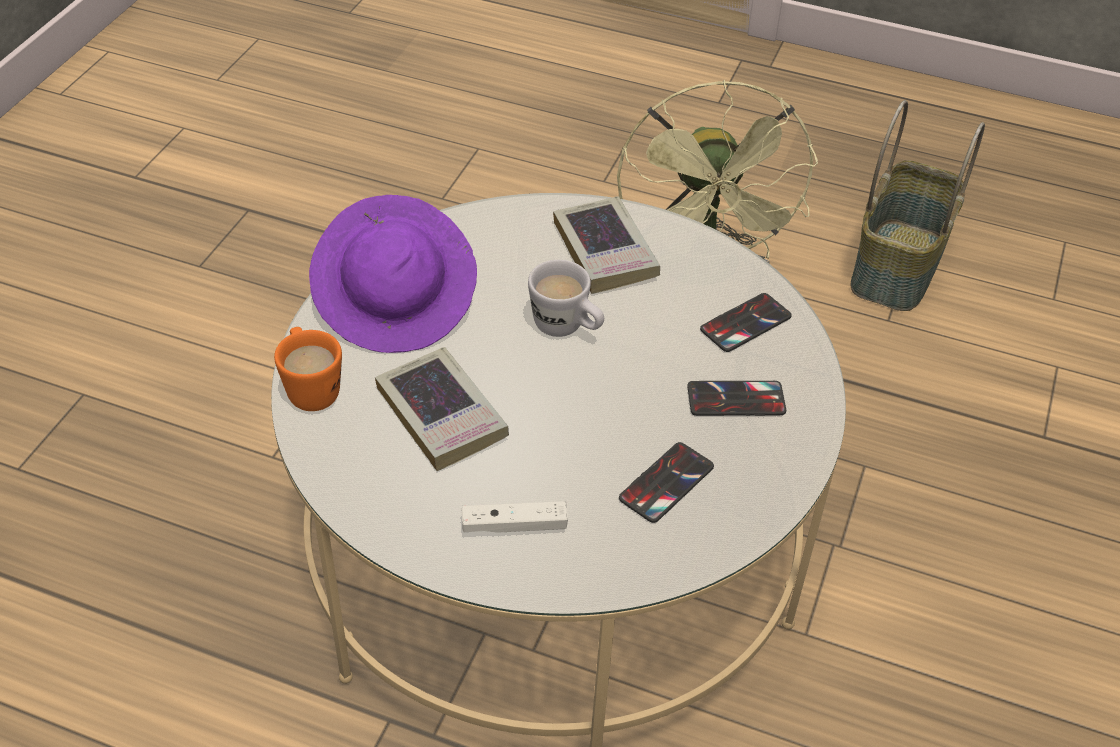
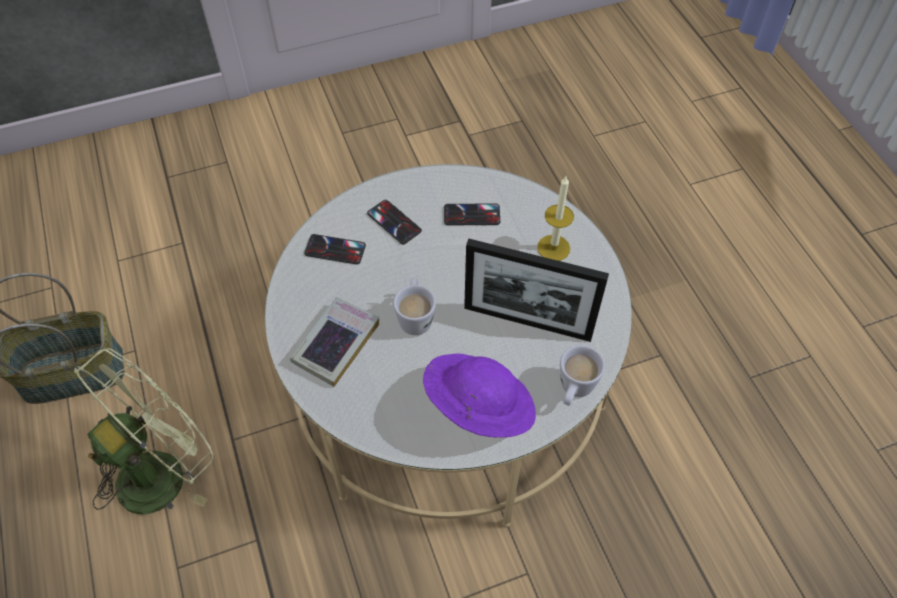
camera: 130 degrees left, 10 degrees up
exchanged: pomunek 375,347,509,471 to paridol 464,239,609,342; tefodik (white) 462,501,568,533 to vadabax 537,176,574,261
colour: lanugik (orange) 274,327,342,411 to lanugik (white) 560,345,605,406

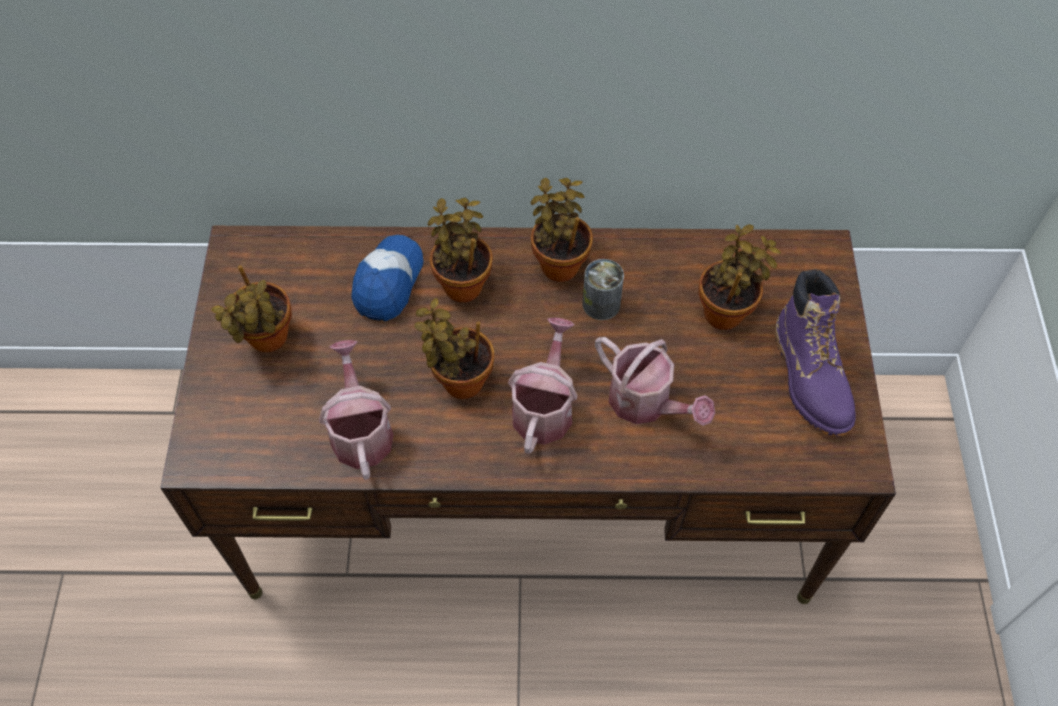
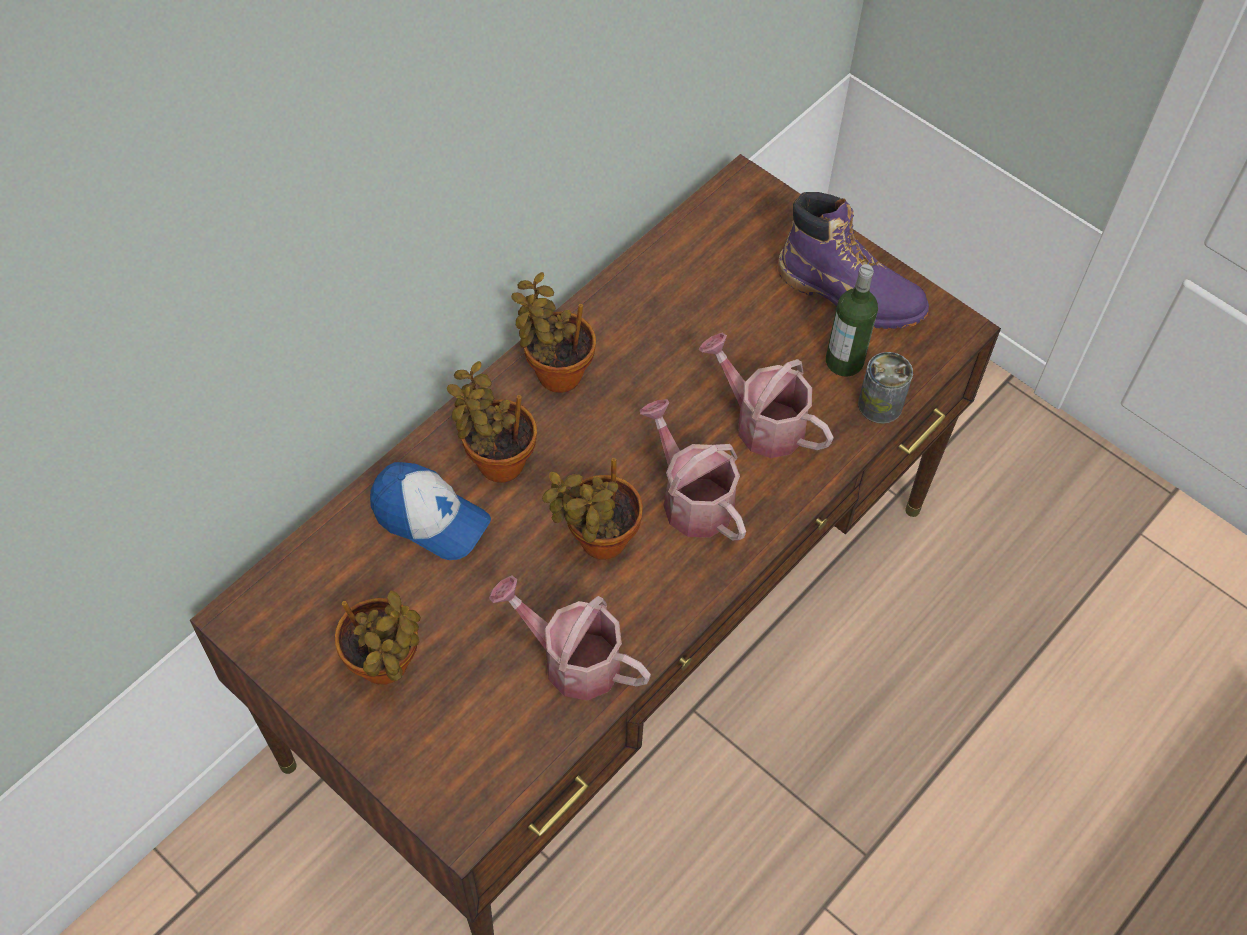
camera: 50 degrees left, 0 degrees up
missing: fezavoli 699,225,781,330
appeared: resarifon 826,264,878,377
relocated: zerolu 582,259,624,320 to 858,352,913,424
spun: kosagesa 351,235,423,321 = 370,462,491,560 150 degrees clockwise; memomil 595,337,715,426 = 698,333,834,458 135 degrees counterclockwise

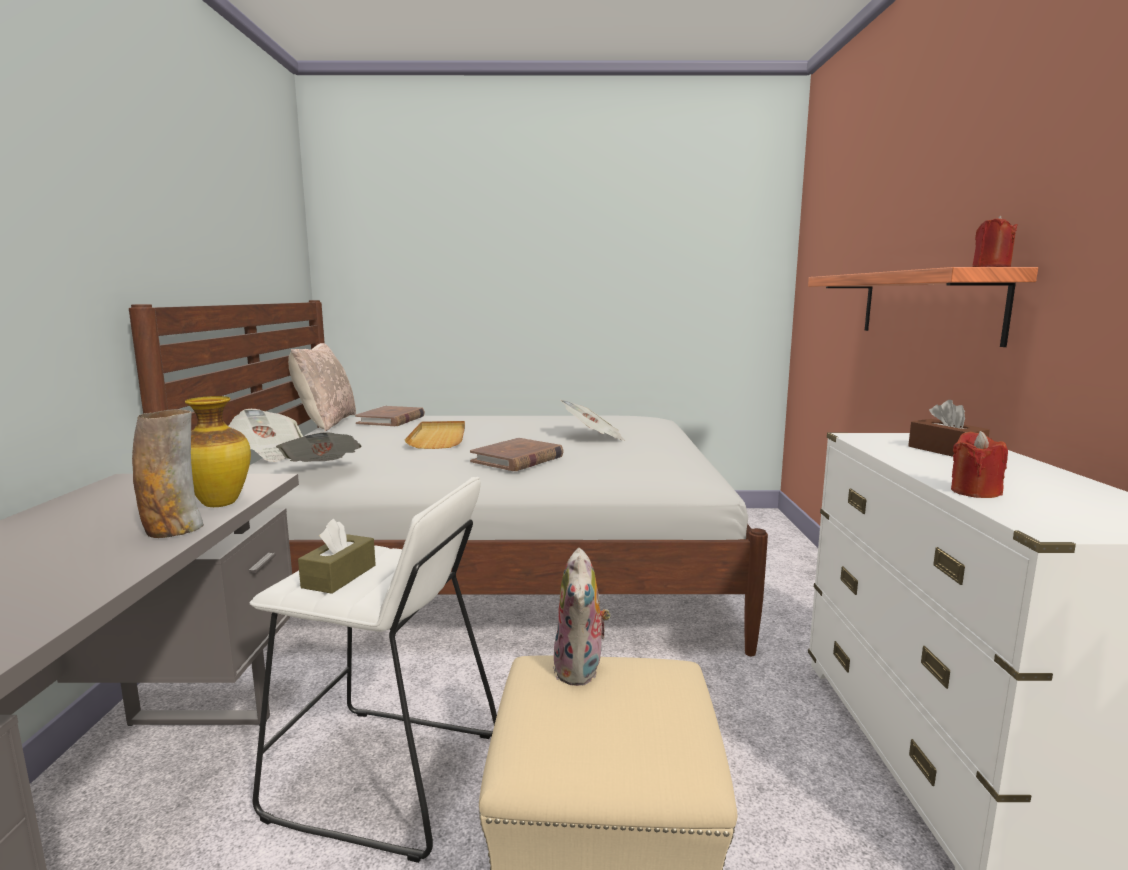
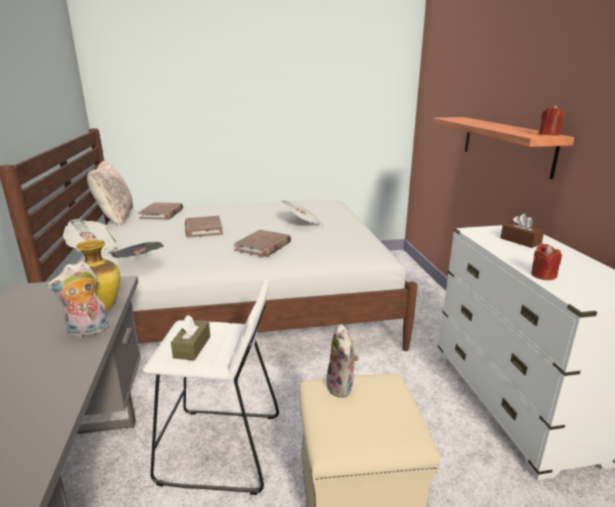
camera: 10 degrees left, 10 degrees up
exchanged: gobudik 132,409,204,538 to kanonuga 47,261,109,338; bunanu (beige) 404,421,465,449 to pomunek (brown) 185,216,223,238

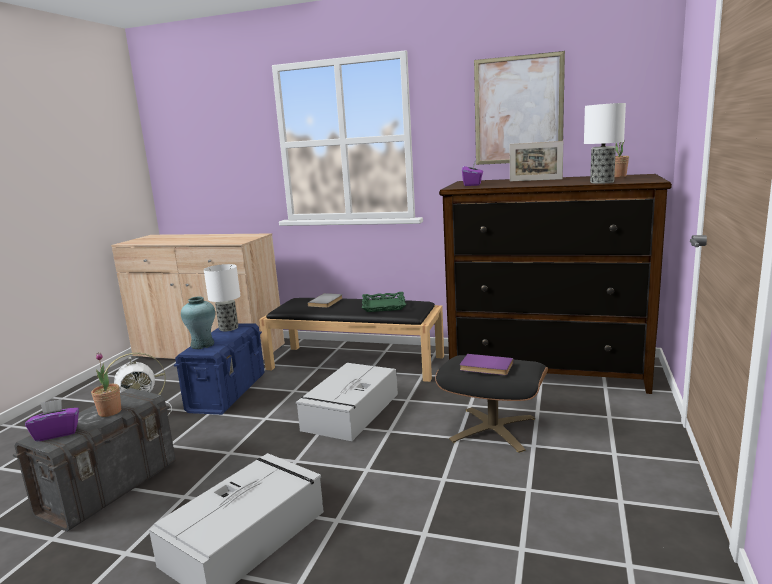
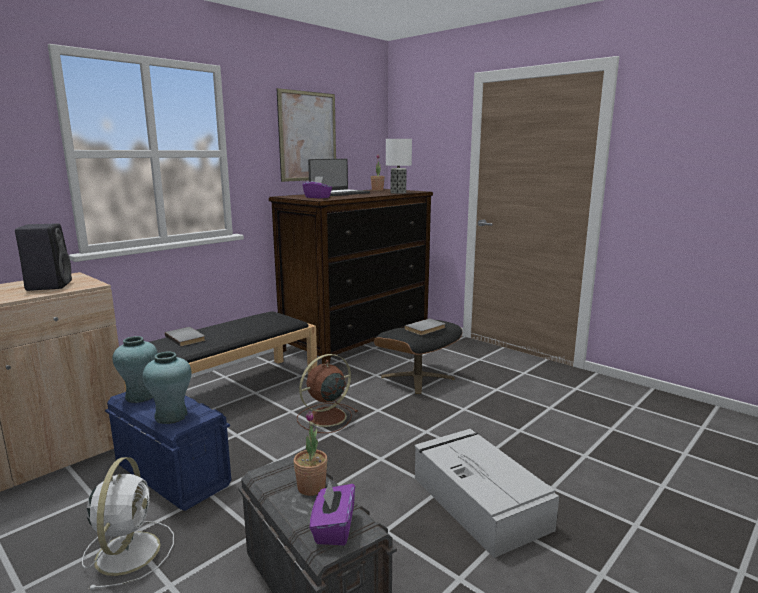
camera: 65 degrees left, 0 degrees up
missing: bunanu (green) 362,292,406,312
appeared: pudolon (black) 15,223,72,291
exchanged: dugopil 204,264,241,331 to gobudik (turquoise) 112,336,158,403; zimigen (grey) 296,363,398,441 to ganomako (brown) 297,354,358,433; paridol 510,141,563,181 to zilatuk 308,159,370,196
colour: pomunek (purple) 460,354,513,375 to pomunek (grey) 404,318,446,335

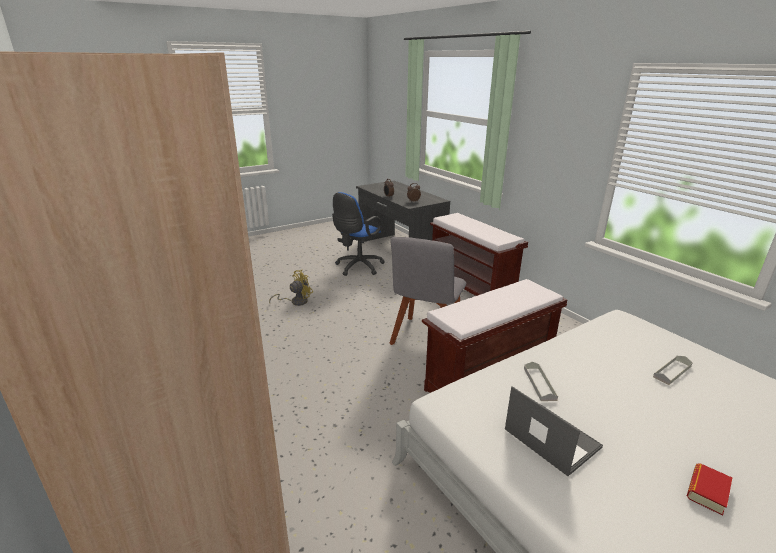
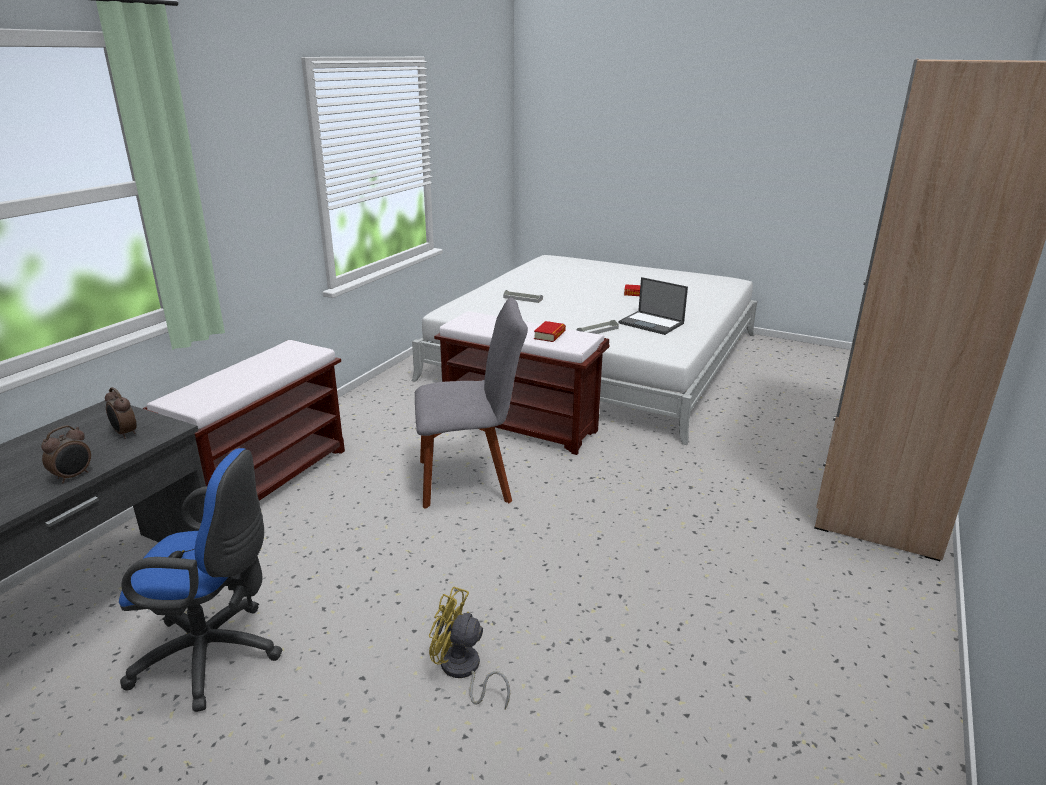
camera: 120 degrees left, 0 degrees up
appeared: pomunek 534,321,566,342
spun: zilatuk 505,386,603,476 = 618,277,688,335 75 degrees counterclockwise

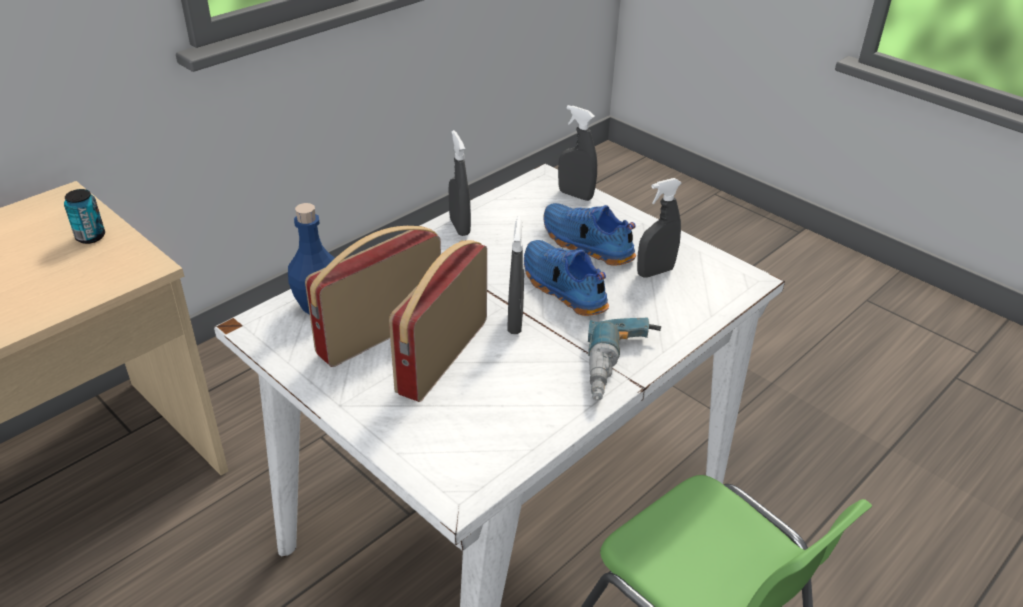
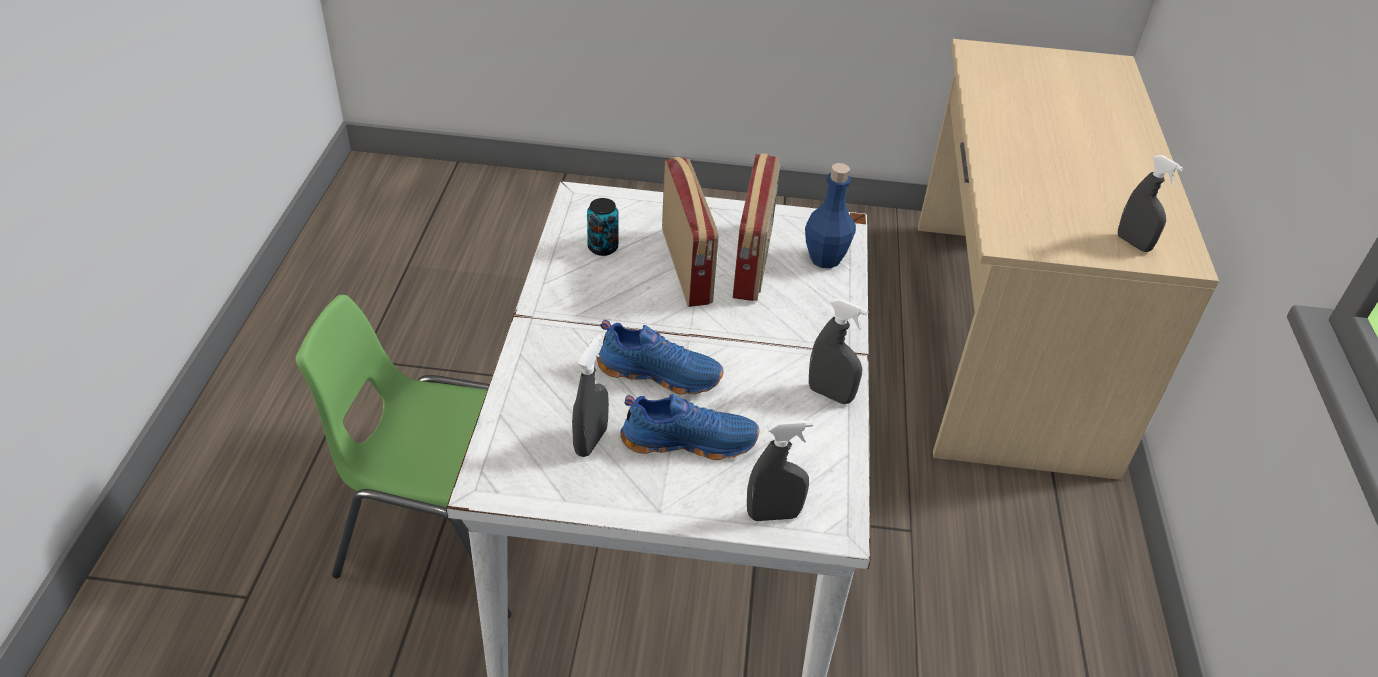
camera: 140 degrees right, 5 degrees up
missing: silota 588,318,661,401
relocated: zerolu 64,189,105,244 to 587,198,619,256; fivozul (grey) 507,216,524,334 to 1118,155,1183,252

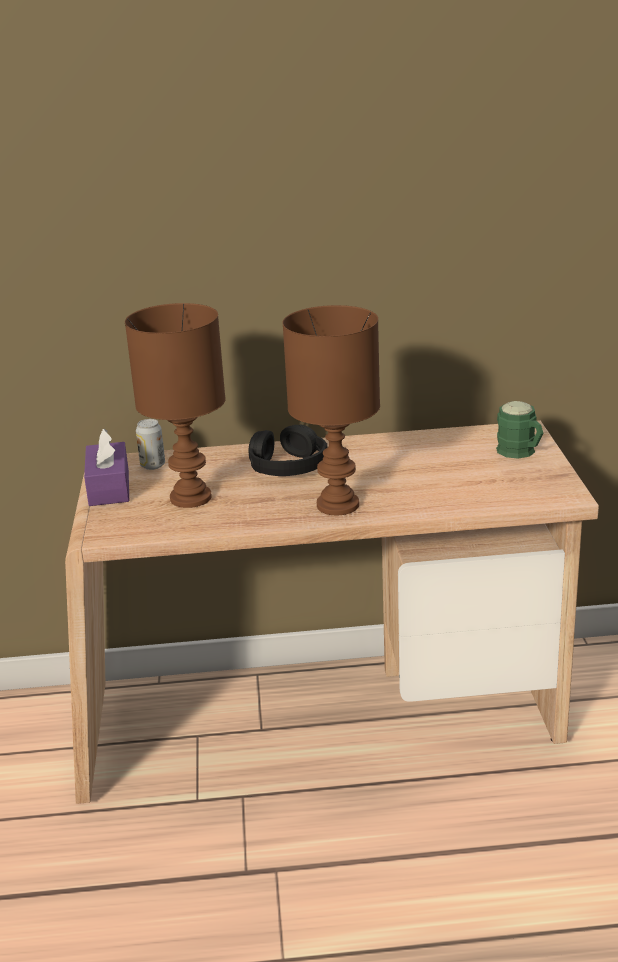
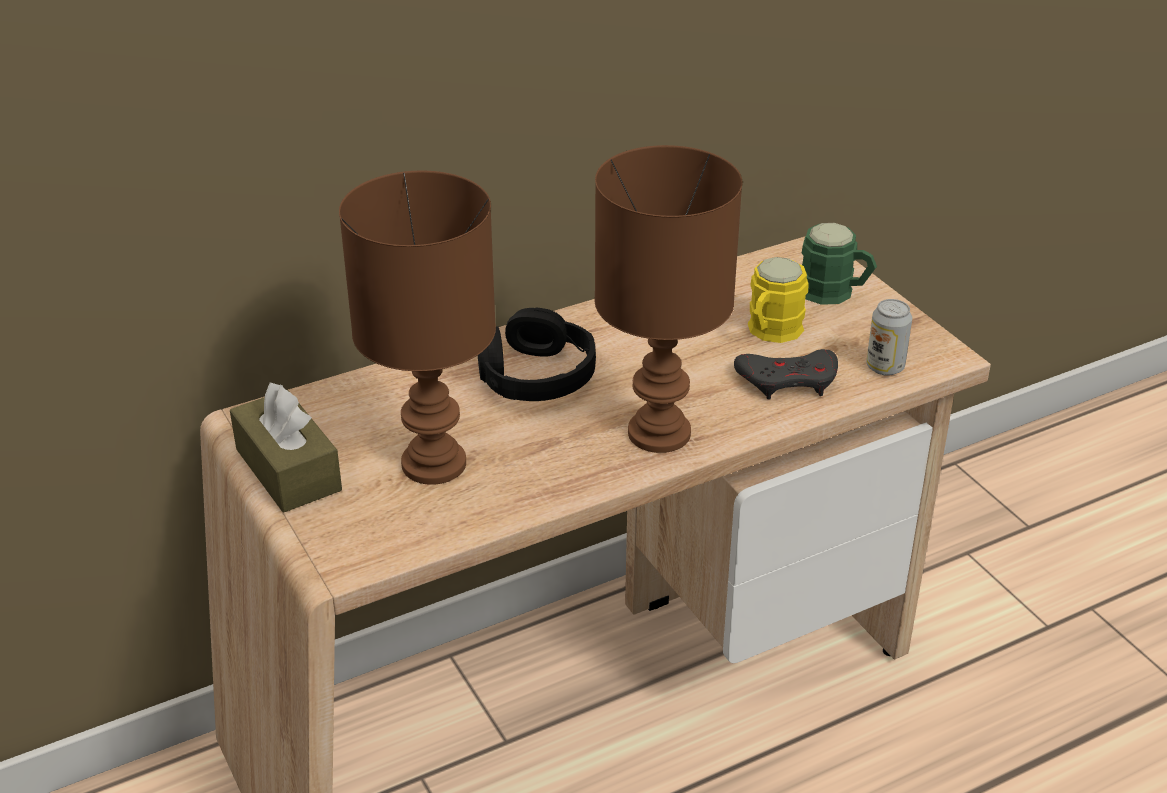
camera: 25 degrees left, 10 degrees up
appeared: tefodik (grey) 734,349,838,399; lanugik (yellow) 748,257,808,343
relocated: zerolu 136,419,165,470 to 866,299,912,376
colour: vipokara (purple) 84,429,129,506 to vipokara (brown) 230,382,342,512

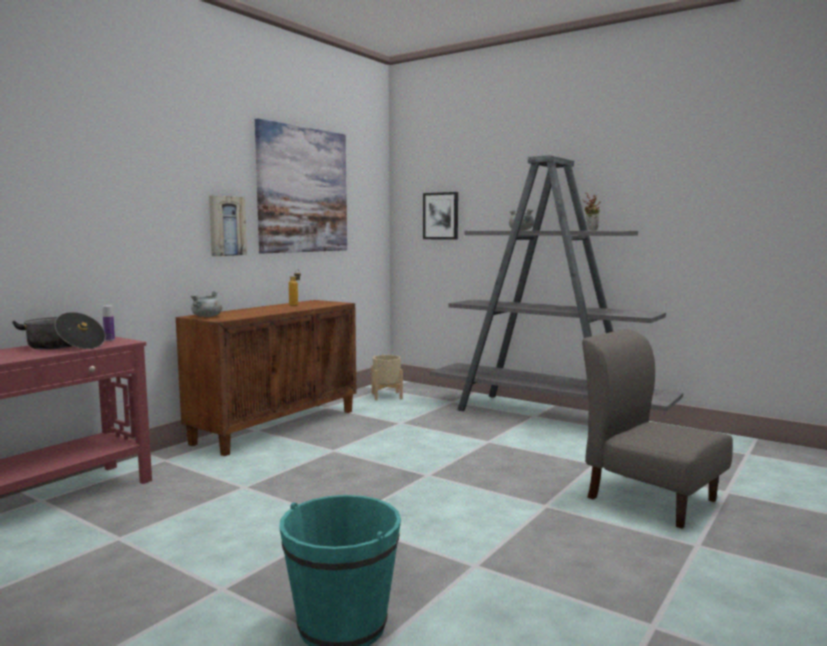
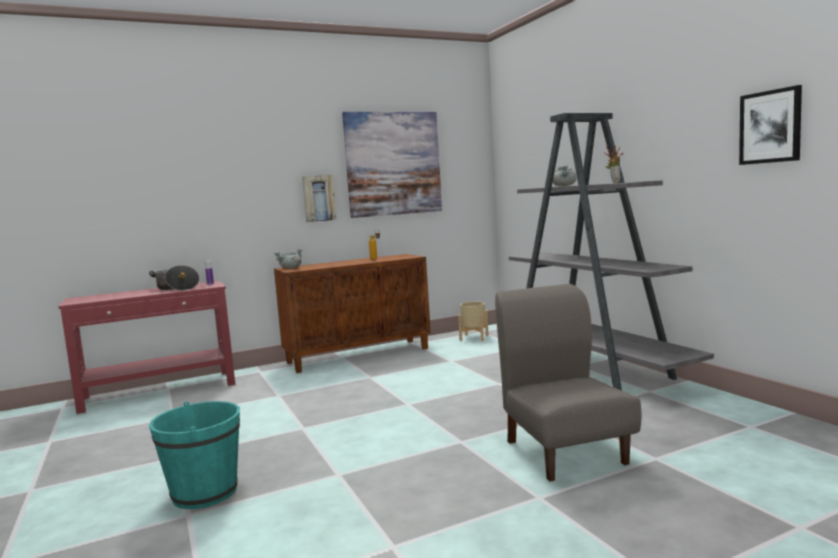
camera: 30 degrees right, 0 degrees up
relocated: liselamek 423,192,458,240 to 739,85,802,165

